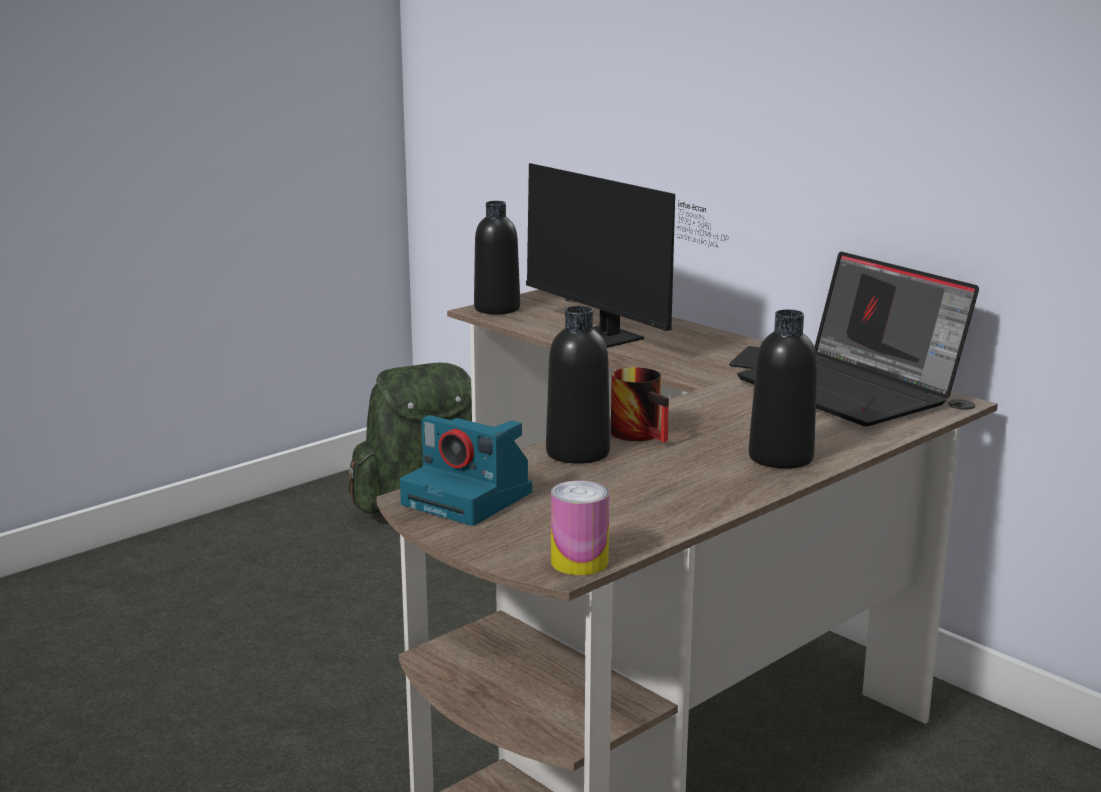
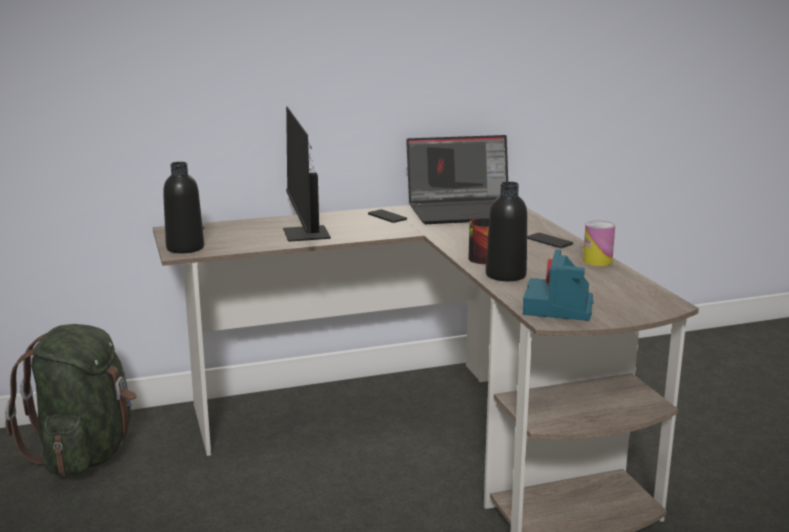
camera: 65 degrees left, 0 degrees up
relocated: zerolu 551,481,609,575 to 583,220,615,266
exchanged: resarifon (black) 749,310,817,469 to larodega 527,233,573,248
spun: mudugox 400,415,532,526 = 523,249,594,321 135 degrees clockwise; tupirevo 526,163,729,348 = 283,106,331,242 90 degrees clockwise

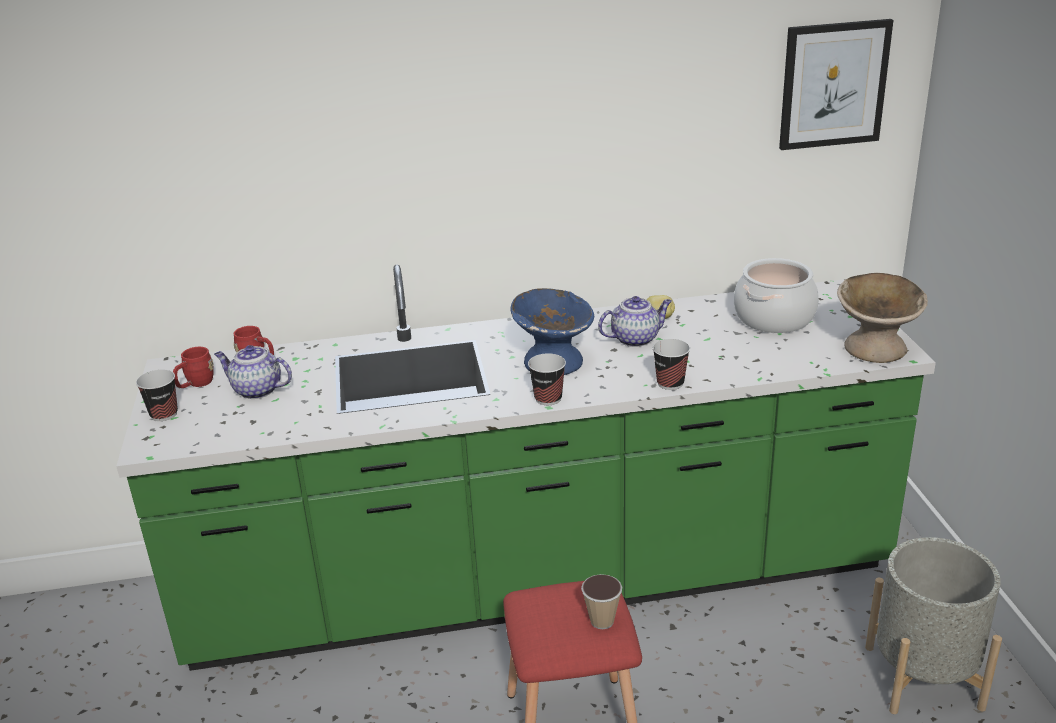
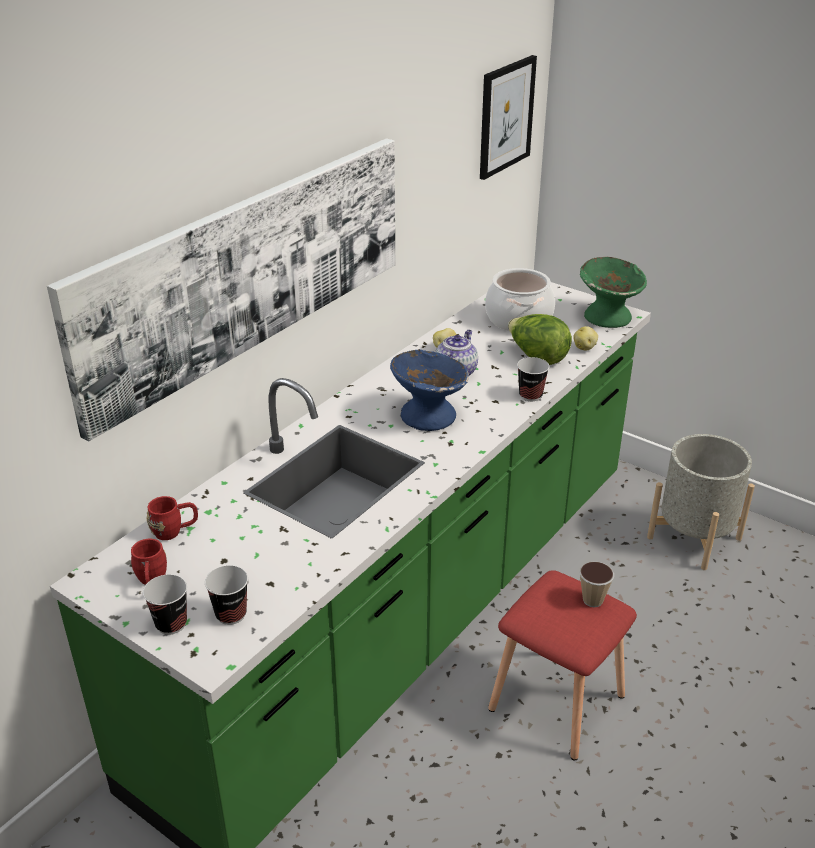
camera: 45 degrees left, 5 degrees up
missing: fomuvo 214,345,292,399
appeared: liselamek 47,138,395,442; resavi 508,314,572,365; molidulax 573,326,598,350
relocated: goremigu 528,353,566,405 to 205,565,248,625
colour: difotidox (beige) 837,273,928,363 to difotidox (green) 580,257,647,328

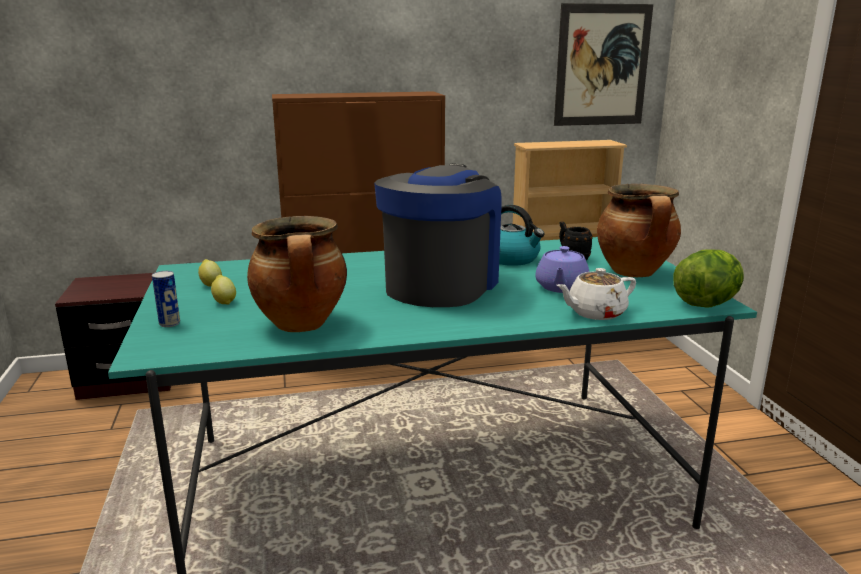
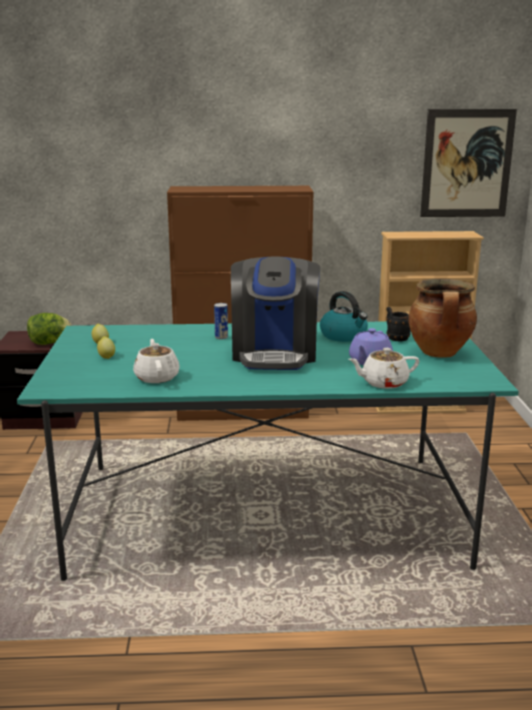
camera: 10 degrees right, 0 degrees up
relocated: zerolu 152,271,180,327 to 214,303,228,339; resavi 673,249,744,308 to 27,313,72,345
exchanged: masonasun 247,216,347,332 to fomuvo (white) 133,339,180,383
spun: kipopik 374,164,502,307 = 231,256,320,370 150 degrees clockwise

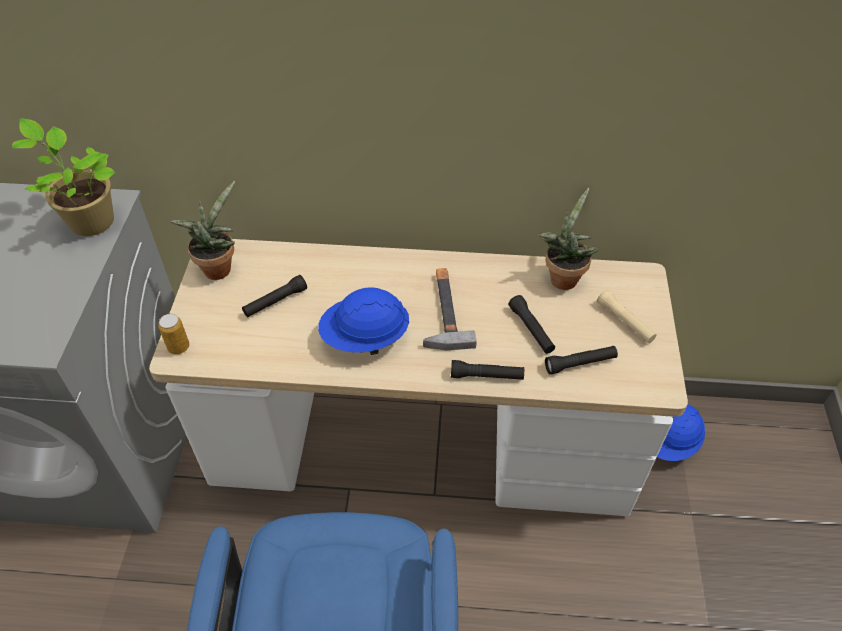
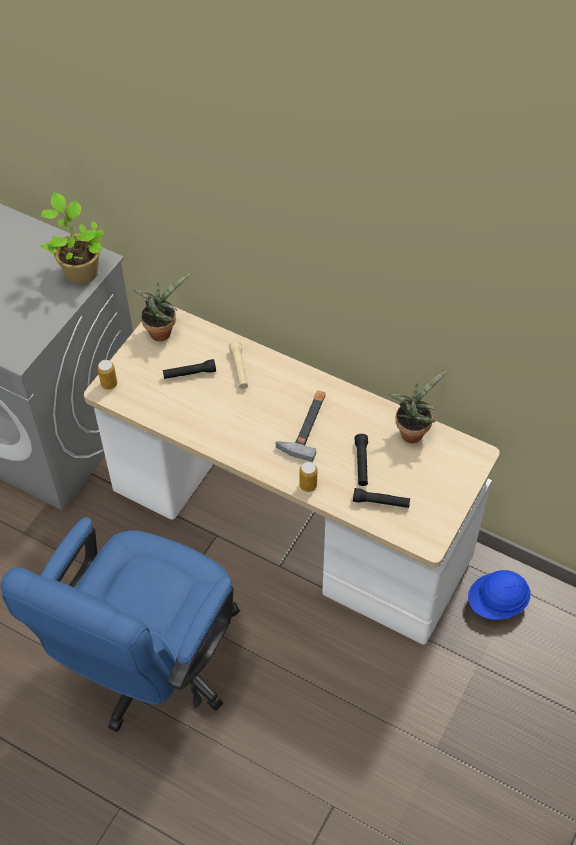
camera: 25 degrees right, 5 degrees up
missing: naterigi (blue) 318,287,409,355
relocated: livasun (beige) 597,290,657,343 to 229,342,248,389
exchanged: livasun (black) 451,360,524,380 to zerolu 300,462,317,492

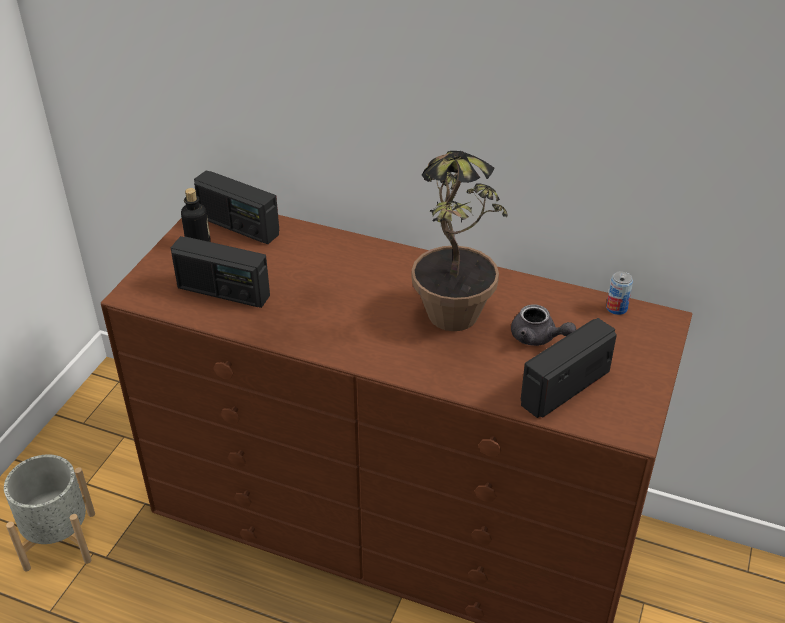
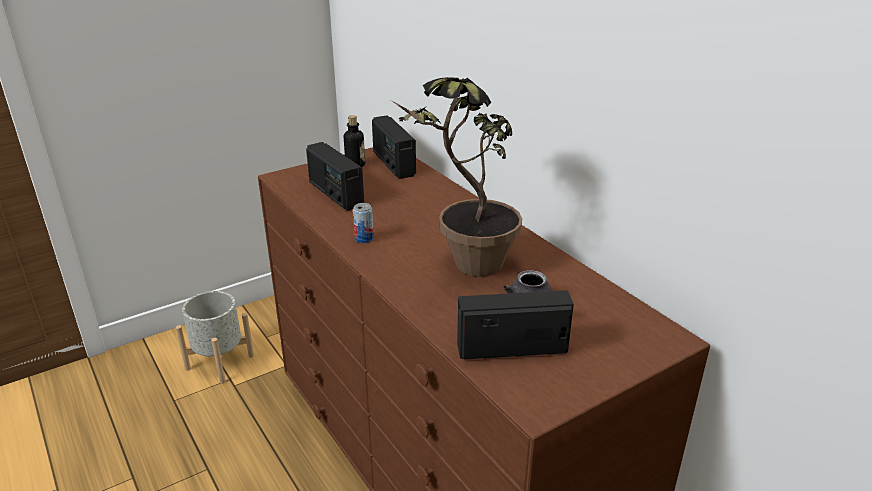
camera: 35 degrees right, 10 degrees down
relocated: zerolu 606,271,633,315 to 353,203,374,243

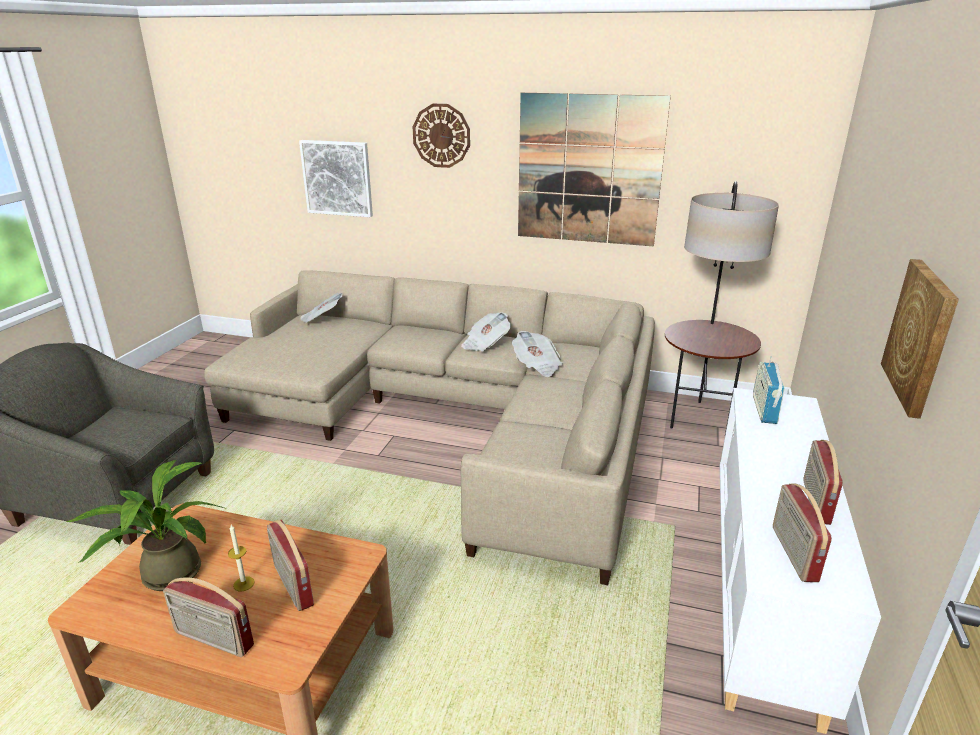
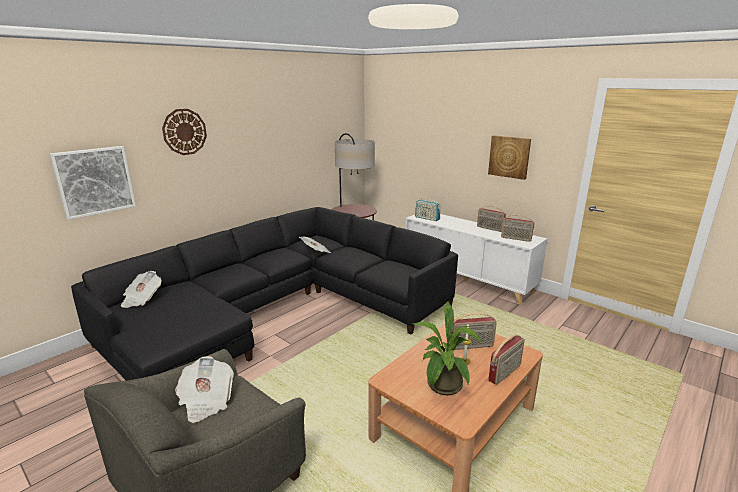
camera: 65 degrees left, 5 degrees down
missing: liselamek 518,93,671,246
relocated: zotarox 461,312,511,352 to 175,356,234,423
colour: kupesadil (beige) 204,270,655,585 to kupesadil (black) 71,207,458,381

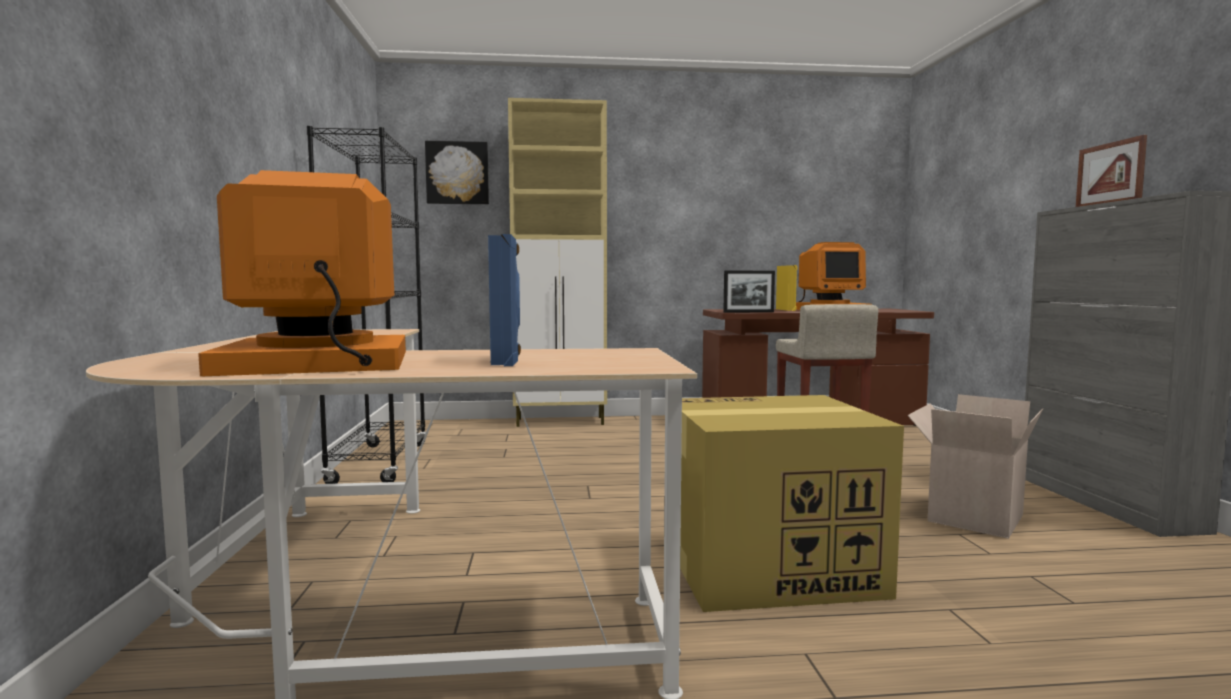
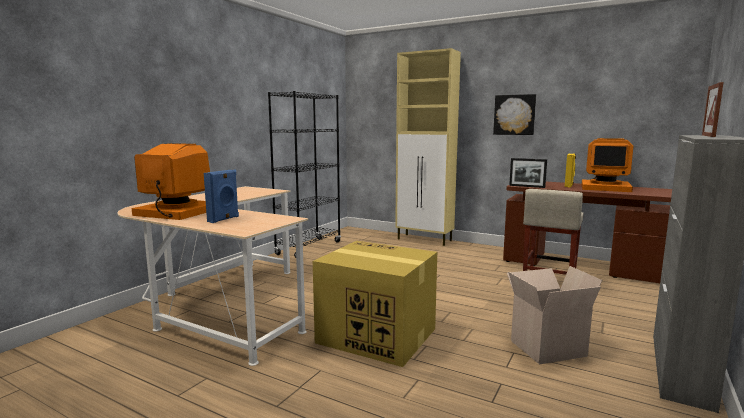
camera: 35 degrees right, 5 degrees up
relocated: liselamek 425,141,489,204 to 493,94,536,135

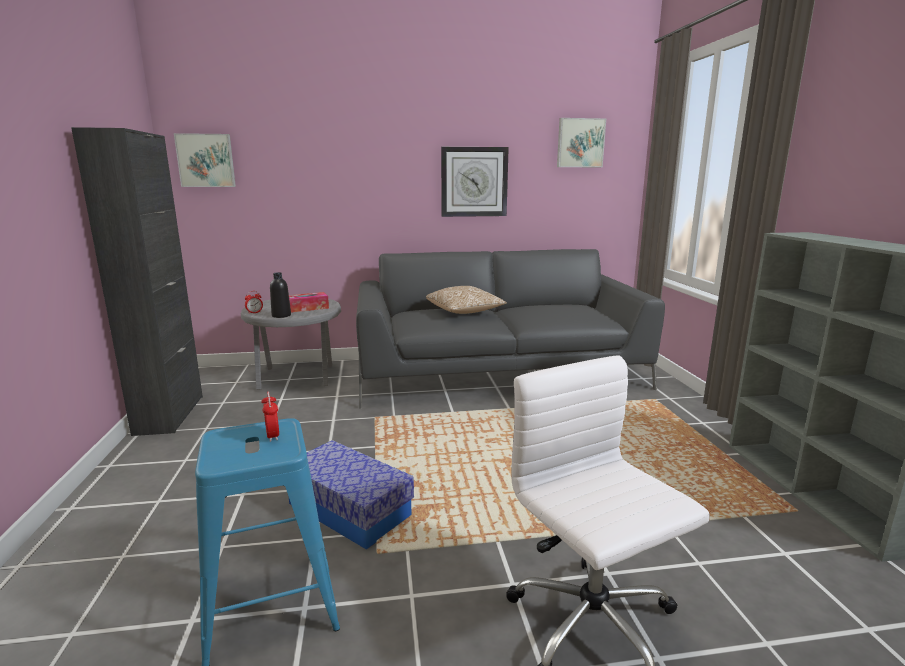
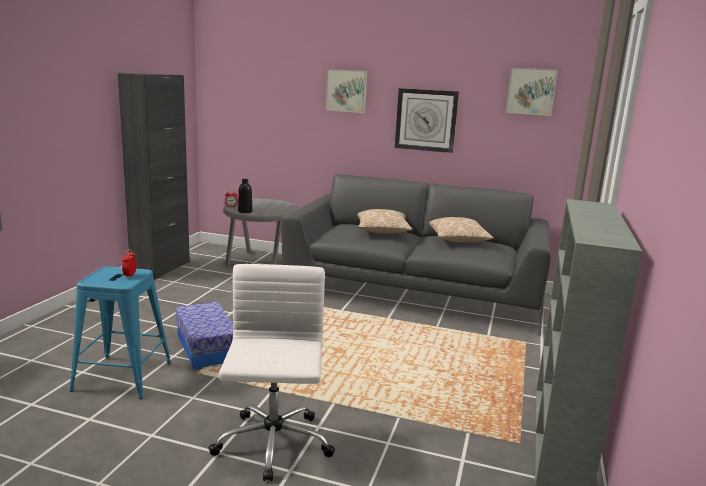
camera: 25 degrees right, 0 degrees up
missing: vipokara 289,292,329,313
appeared: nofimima 429,217,494,243
relocated: liselamek 174,133,236,187 to 326,69,368,113

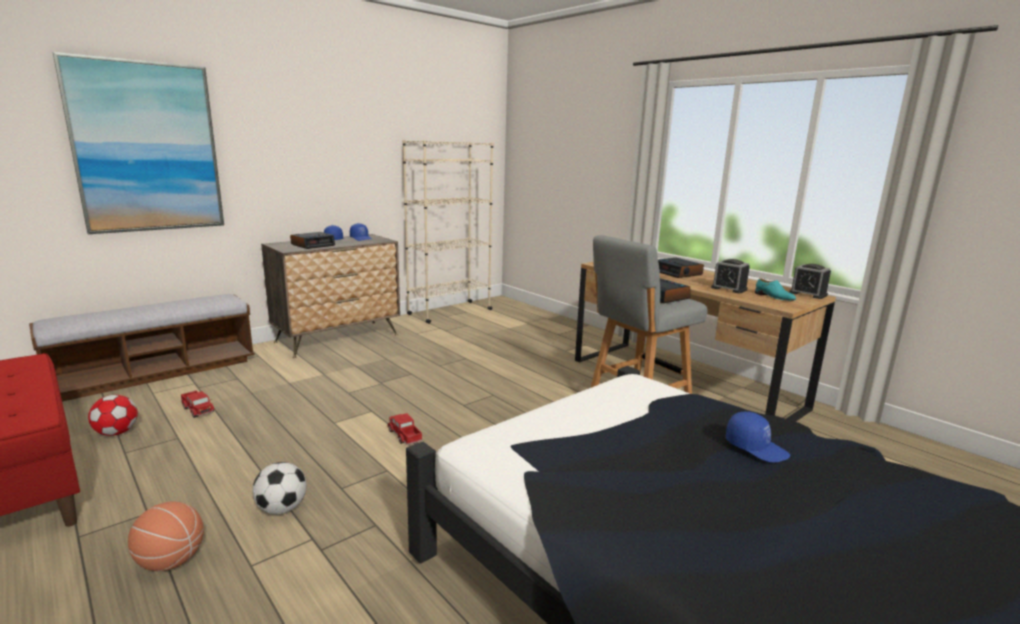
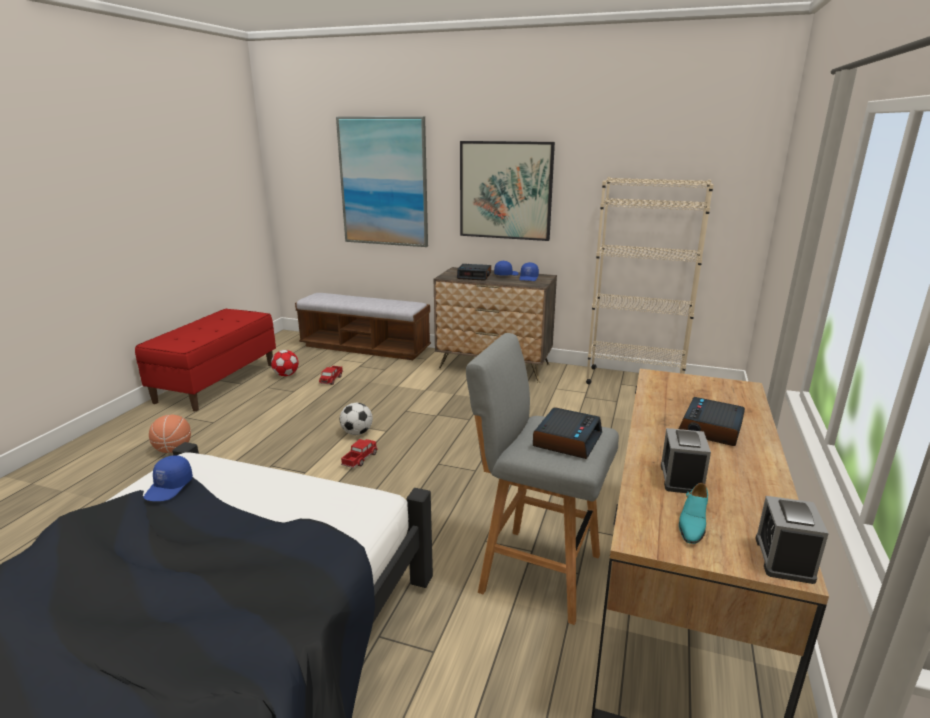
camera: 60 degrees right, 5 degrees up
appeared: liselamek 460,141,555,241
relocated: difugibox 252,462,307,515 to 340,403,373,435; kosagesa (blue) 726,411,790,463 to 144,455,193,501

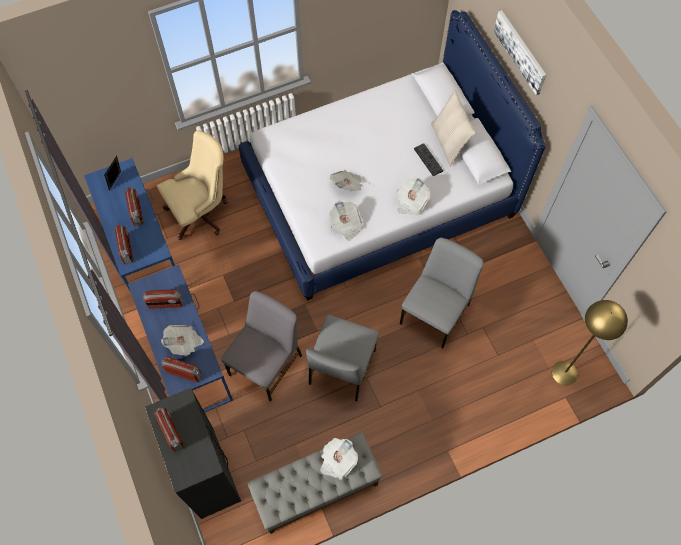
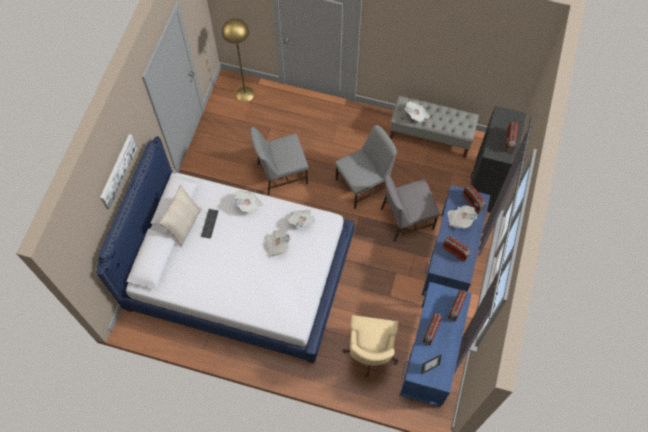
camera: 140 degrees left, 0 degrees up
spun: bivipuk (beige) 157,130,228,240 = 343,315,398,377 90 degrees counterclockwise

